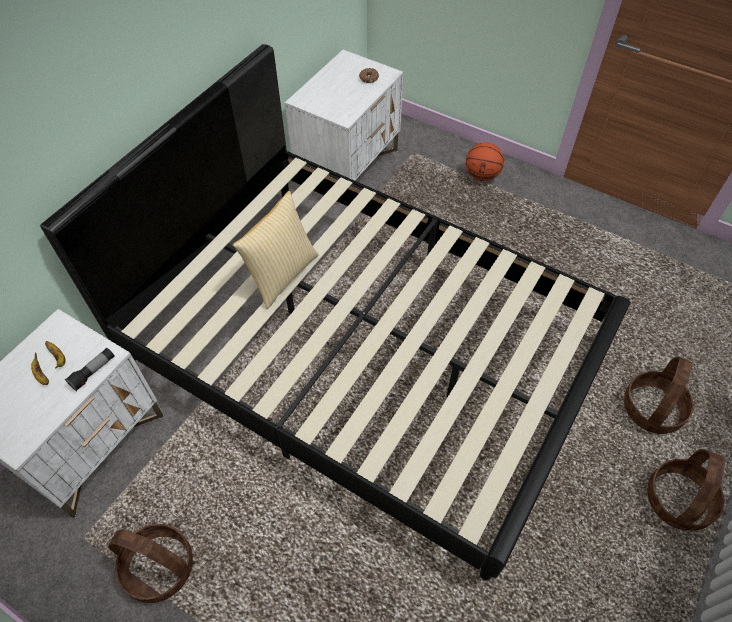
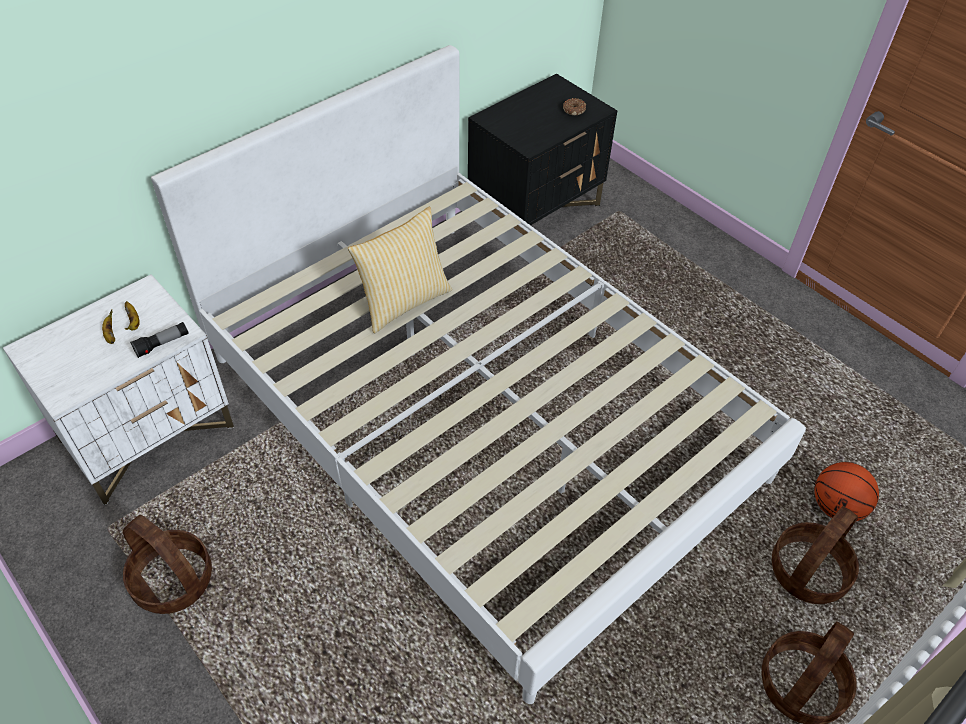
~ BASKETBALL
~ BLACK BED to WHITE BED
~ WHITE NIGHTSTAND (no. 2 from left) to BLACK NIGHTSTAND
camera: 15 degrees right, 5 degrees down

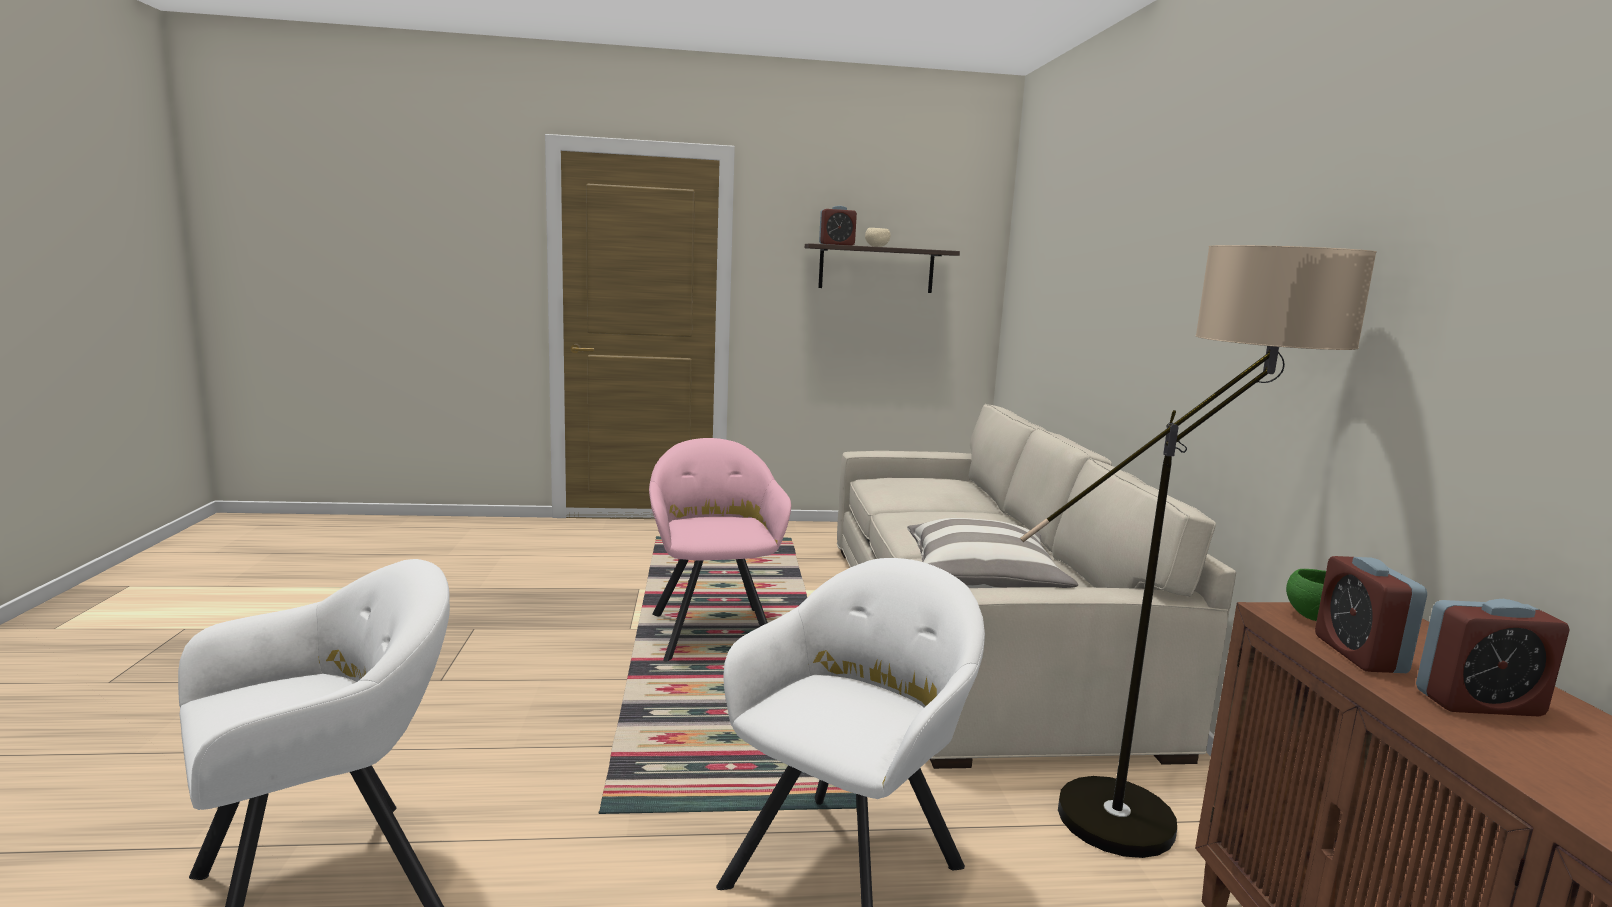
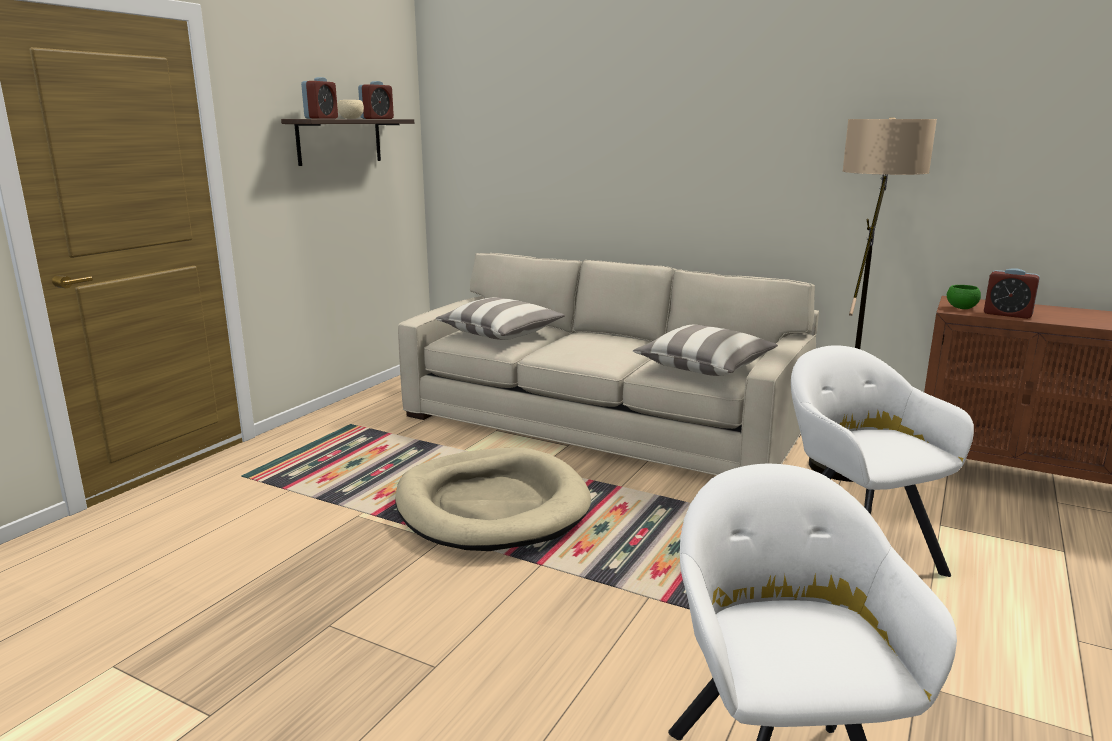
+ PILLOW (no. 1 from left)
~ ALARM CLOCK (no. 3 from left in the first image) to ALARM CLOCK (no. 2 from left)
~ PINK ARMCHAIR to BEIGE DOG BED
camera: 55 degrees left, 5 degrees up

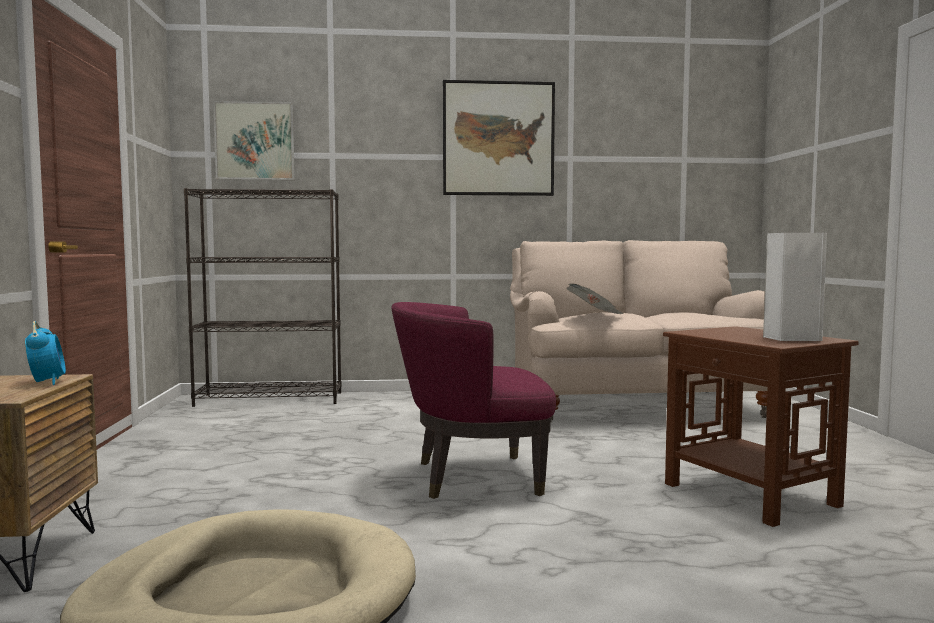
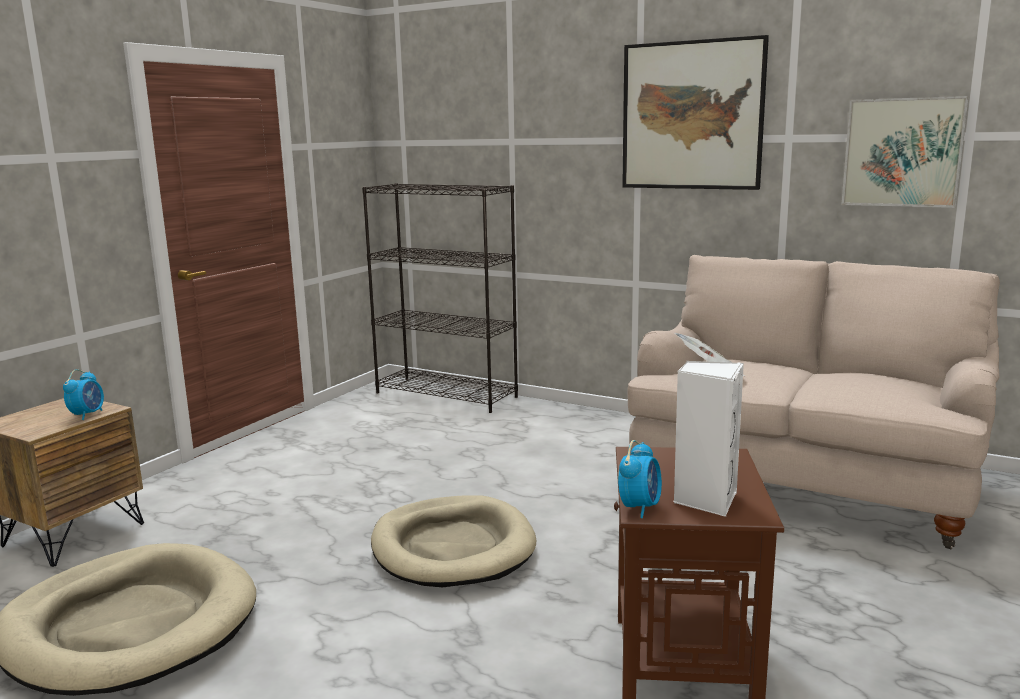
+ ALARM CLOCK (no. 2 from left)
~ PICTURE (no. 1 from left in the first image) to PICTURE (no. 2 from left)
~ PURPLE ARMCHAIR to BEIGE DOG BED (no. 2 from left)
camera: 35 degrees right, 10 degrees up

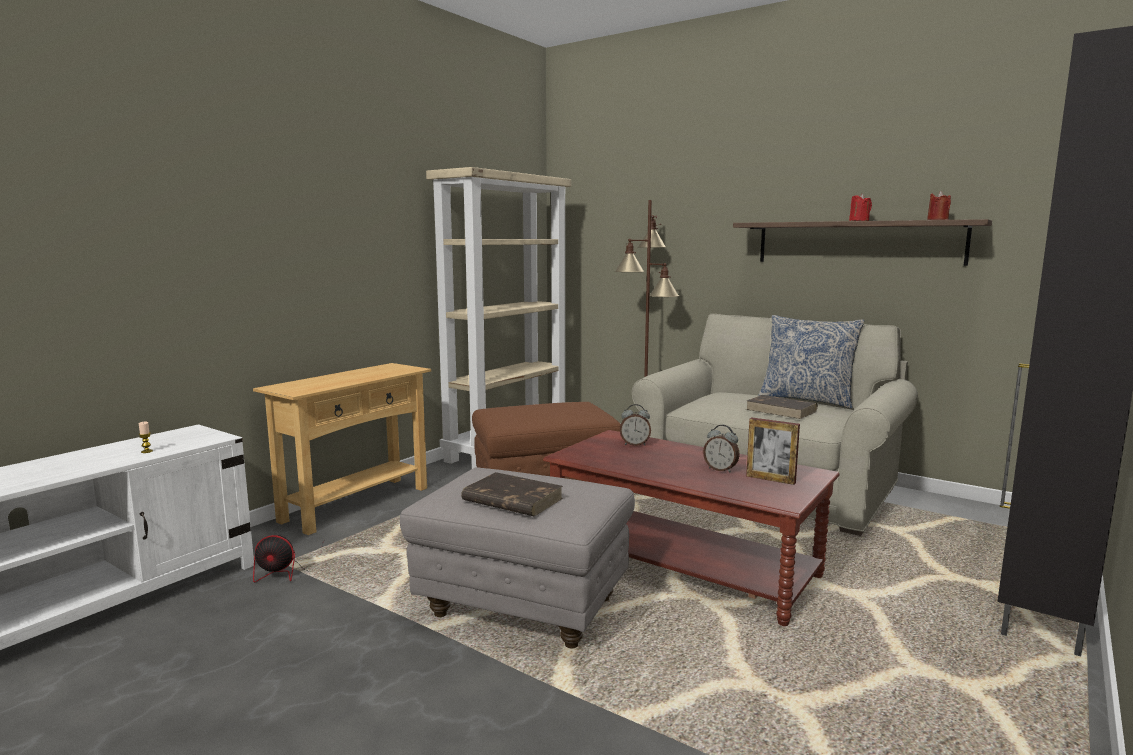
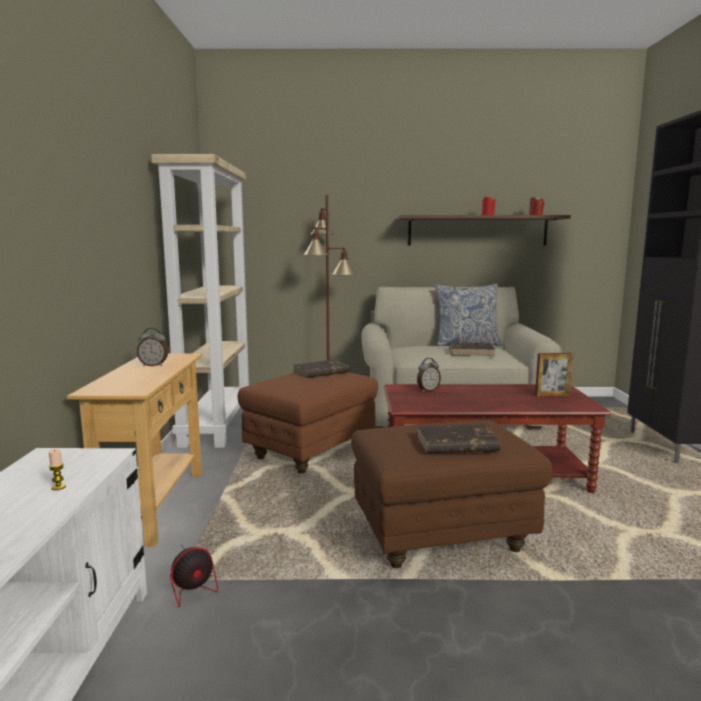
+ BROWN BOOK (no. 1 from left)
~ ALARM CLOCK (no. 2 from left in the first image) to ALARM CLOCK (no. 1 from left)
~ GREY OTTOMAN to BROWN OTTOMAN (no. 2 from left)
camera: 35 degrees left, 0 degrees up

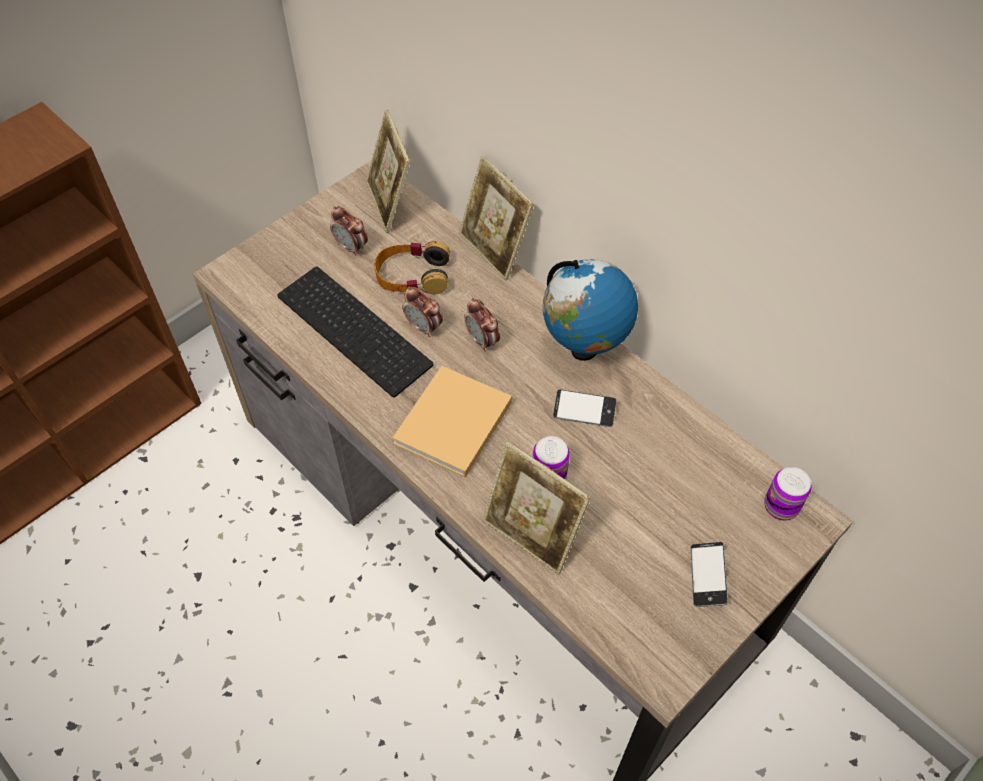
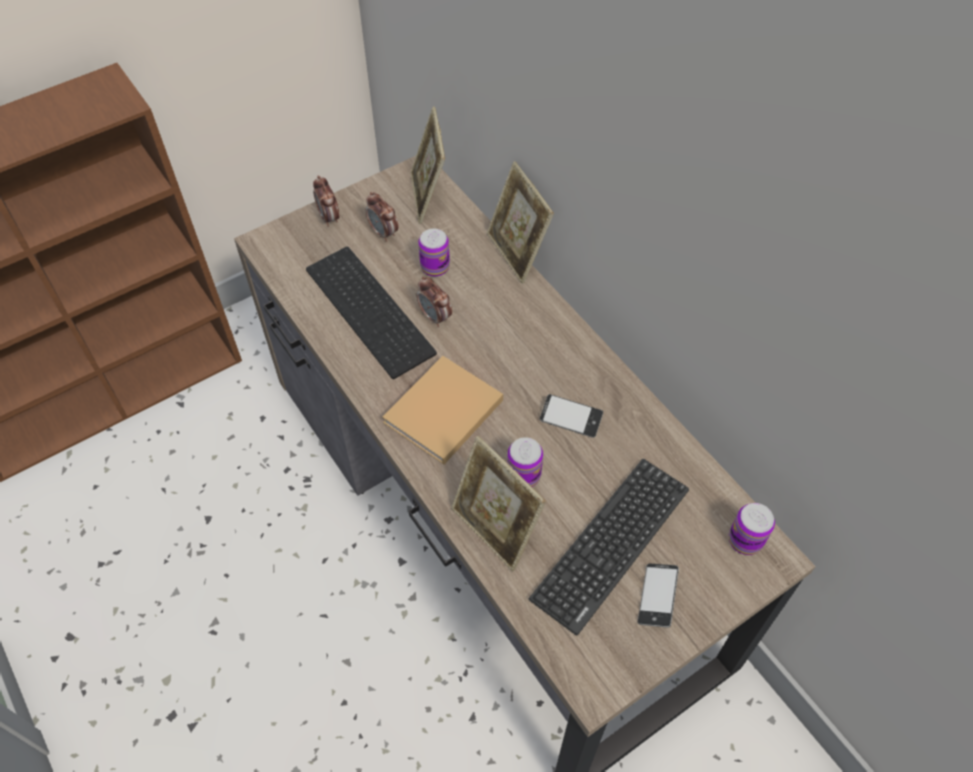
- GLOBE
+ KEYBOARD (no. 2 from left)
~ ALARM CLOCK (no. 3 from left in the first image) to ALARM CLOCK (no. 1 from left)
~ HEADPHONES to CAN (no. 1 from left)
camera: 10 degrees right, 0 degrees up

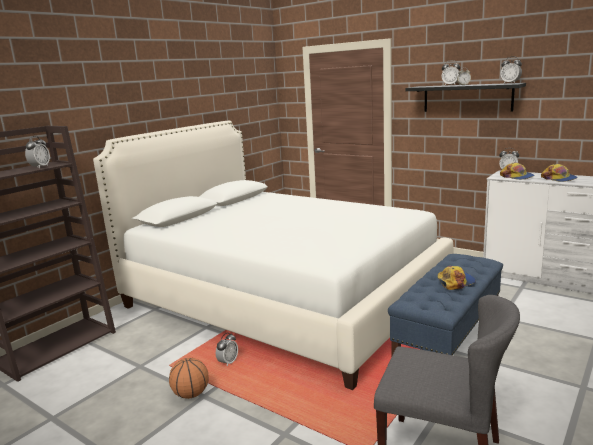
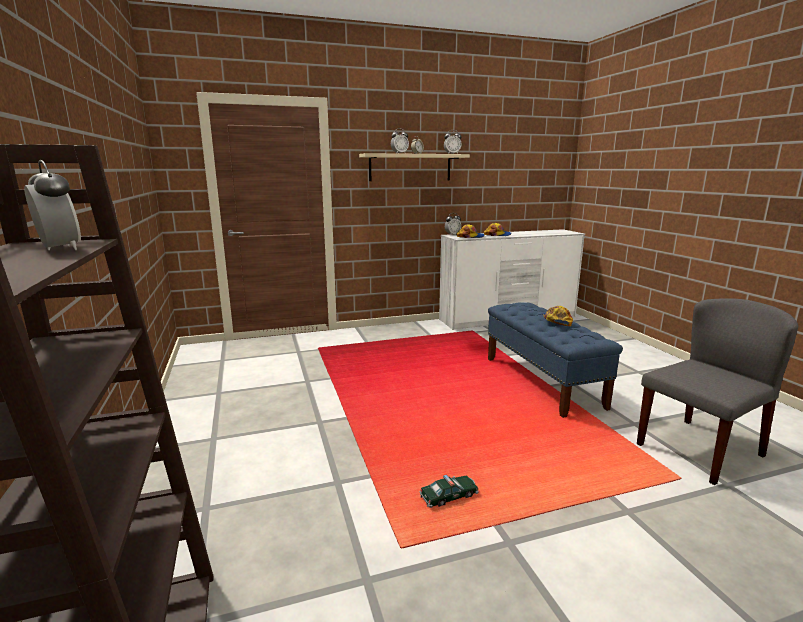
- WHITE BED
- BASKETBALL
~ ALARM CLOCK (no. 2 from left) to TOY CAR
~ BLACK SHELF to BEIGE SHELF
camera: 55 degrees left, 0 degrees up

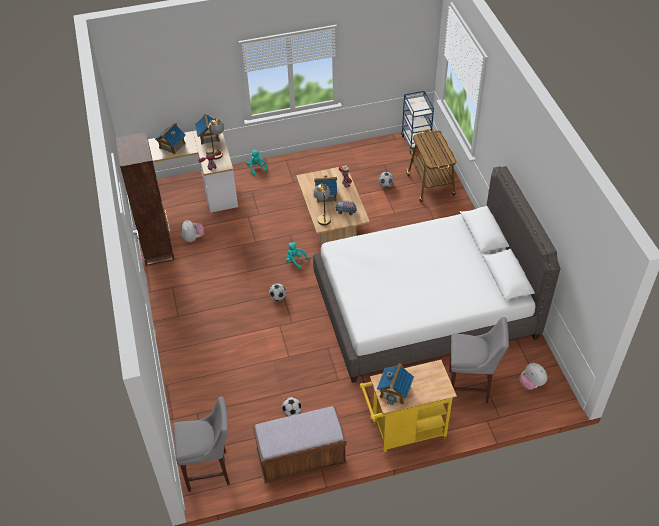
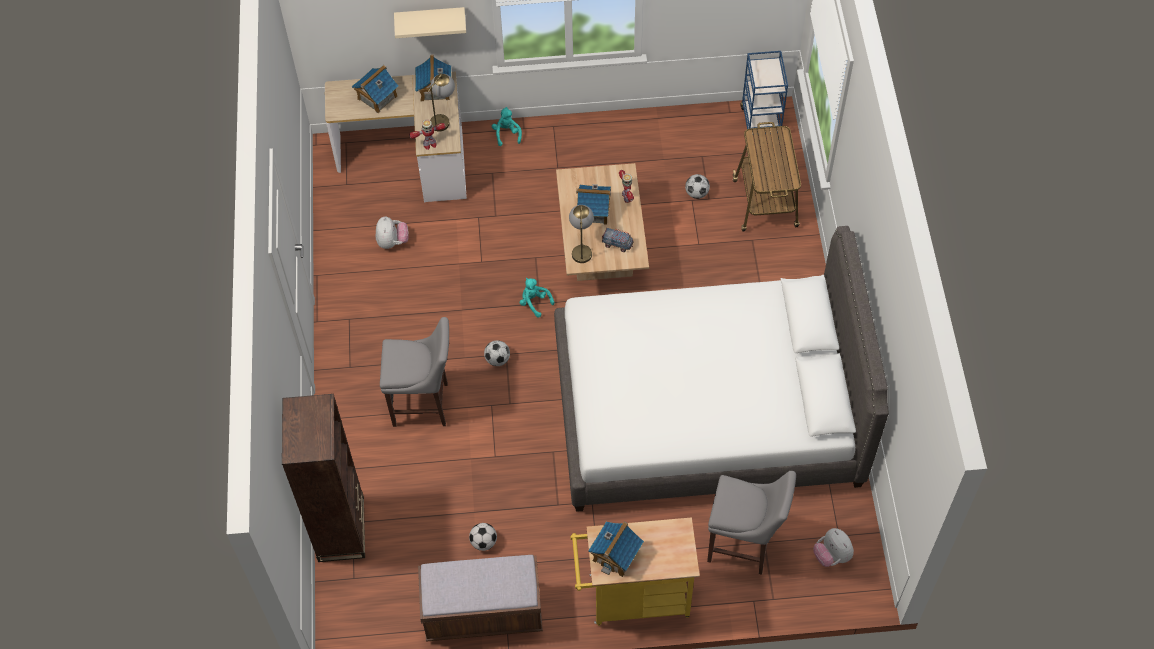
+ BEIGE SHELF
~ BROWN BOOKCASE
~ GREY STOOL (no. 1 from left)
camera: 10 degrees right, 10 degrees up

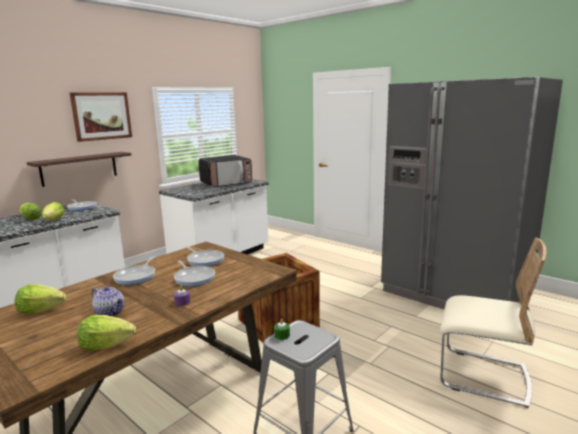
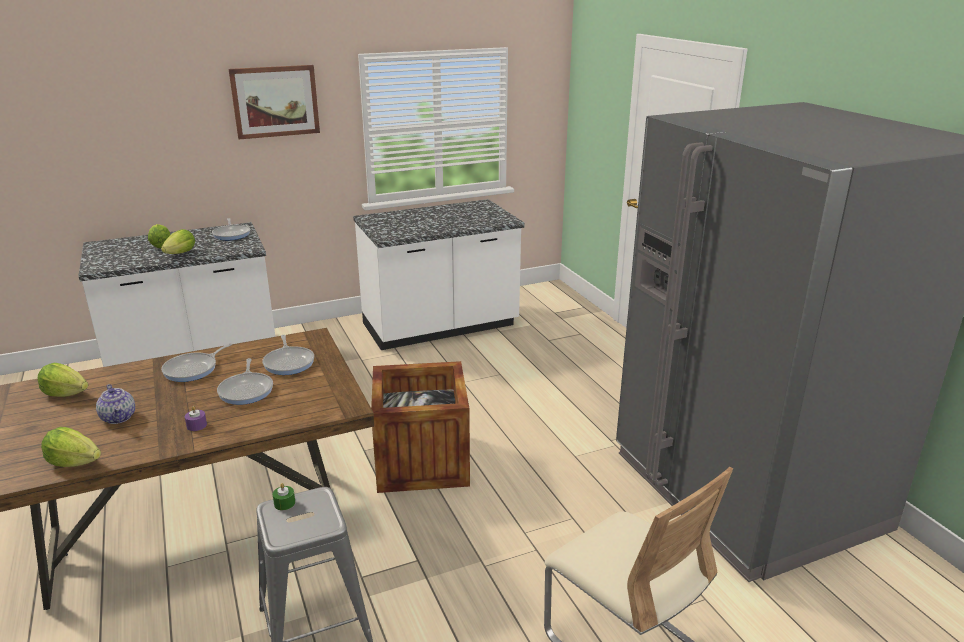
- SHELF
- MICROWAVE
camera: 25 degrees right, 10 degrees up

